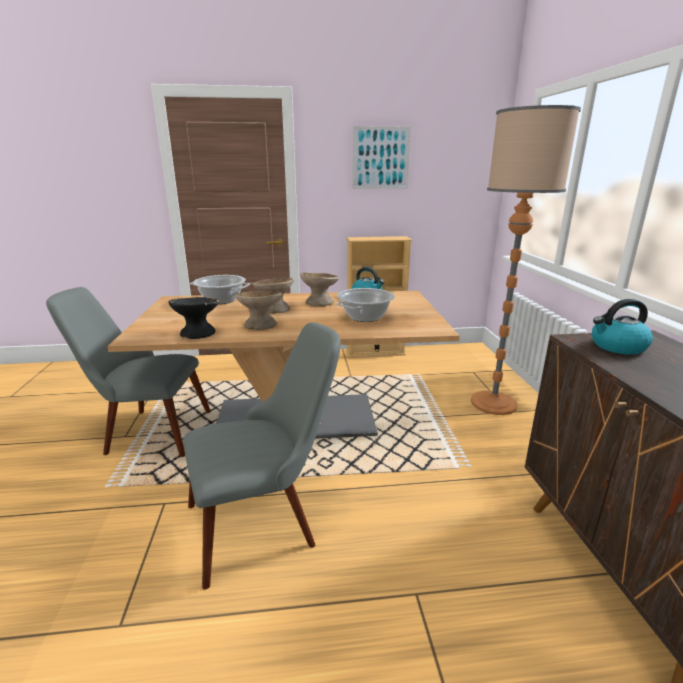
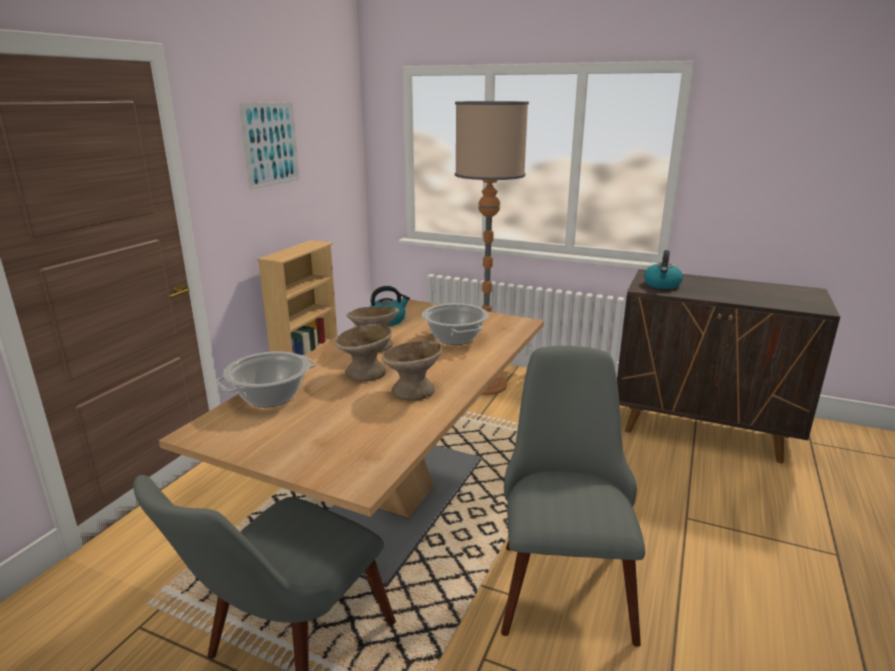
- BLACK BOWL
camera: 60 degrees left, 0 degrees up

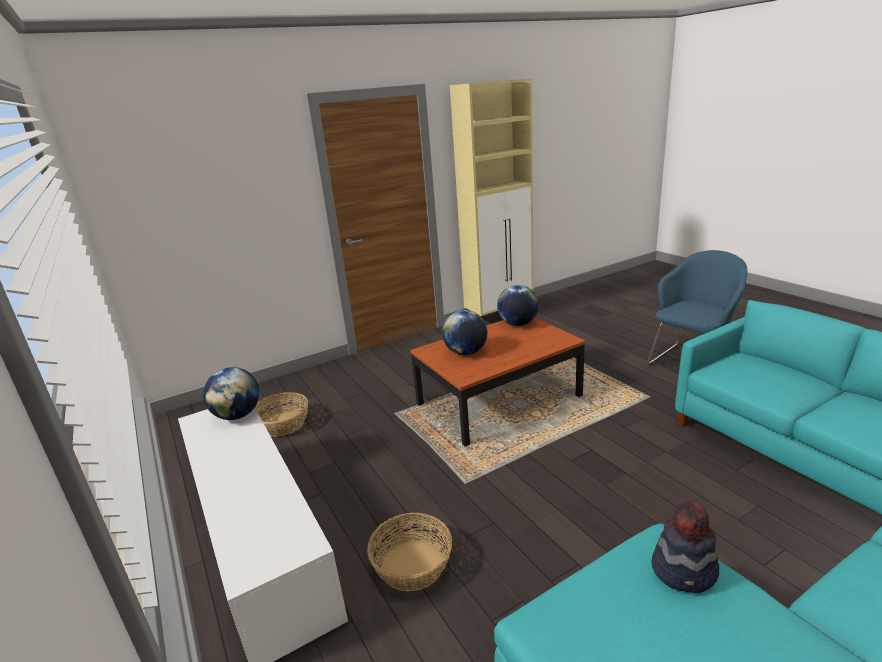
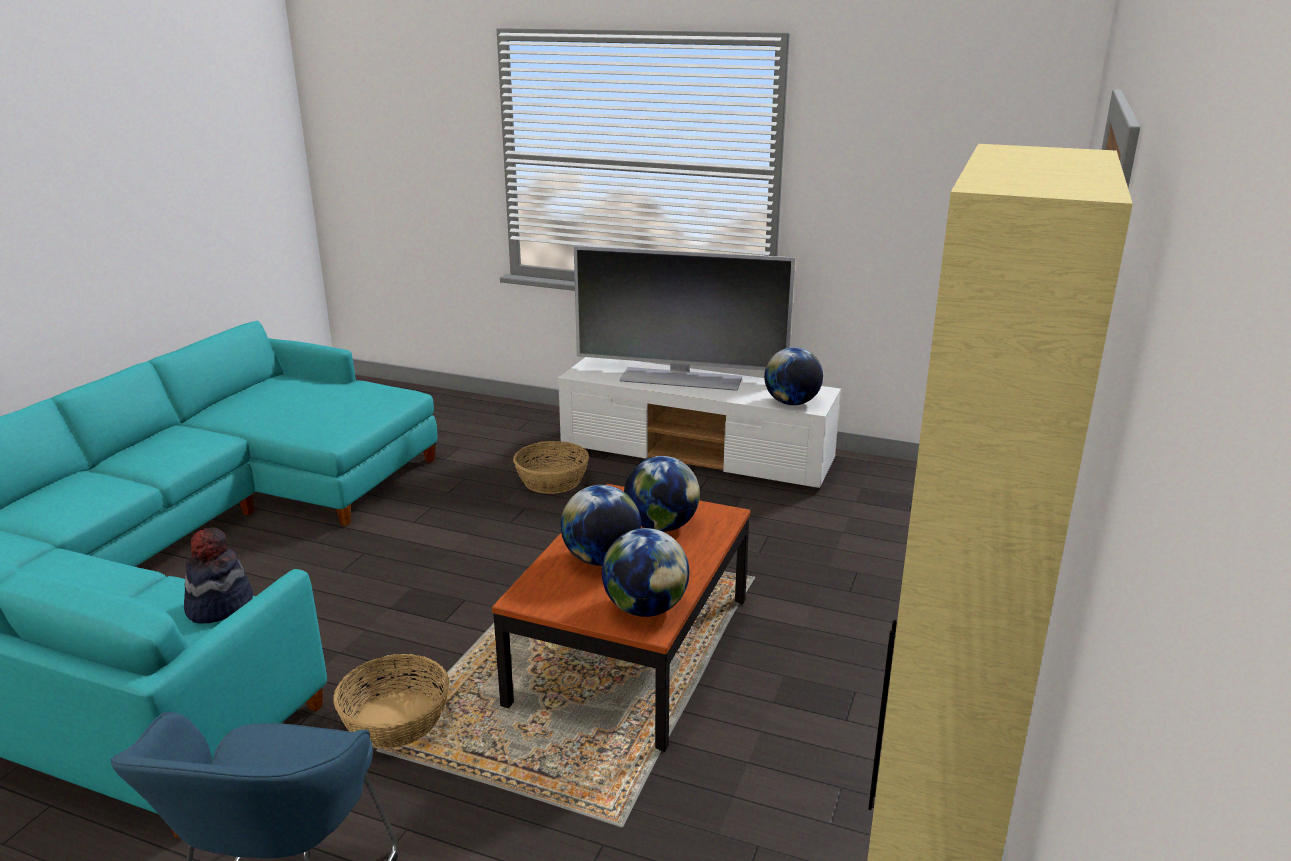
+ GLOBE (no. 1 from left)
+ TELEVISION
~ BASKET (no. 1 from left)
~ HAT
camera: 140 degrees right, 0 degrees up

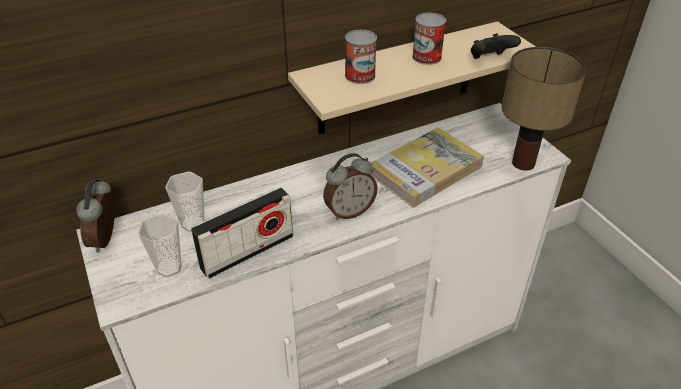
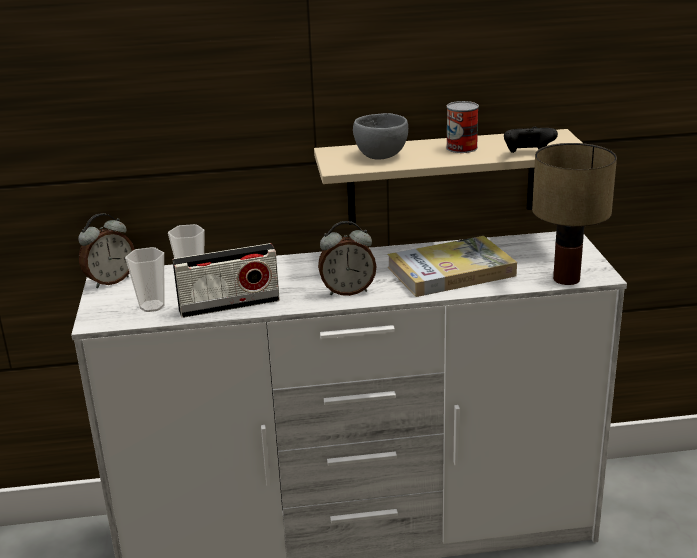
~ CAN (no. 1 from left) to GREY BOWL
~ ALARM CLOCK (no. 1 from left) 150 degrees counterclockwise
camera: 20 degrees right, 15 degrees down

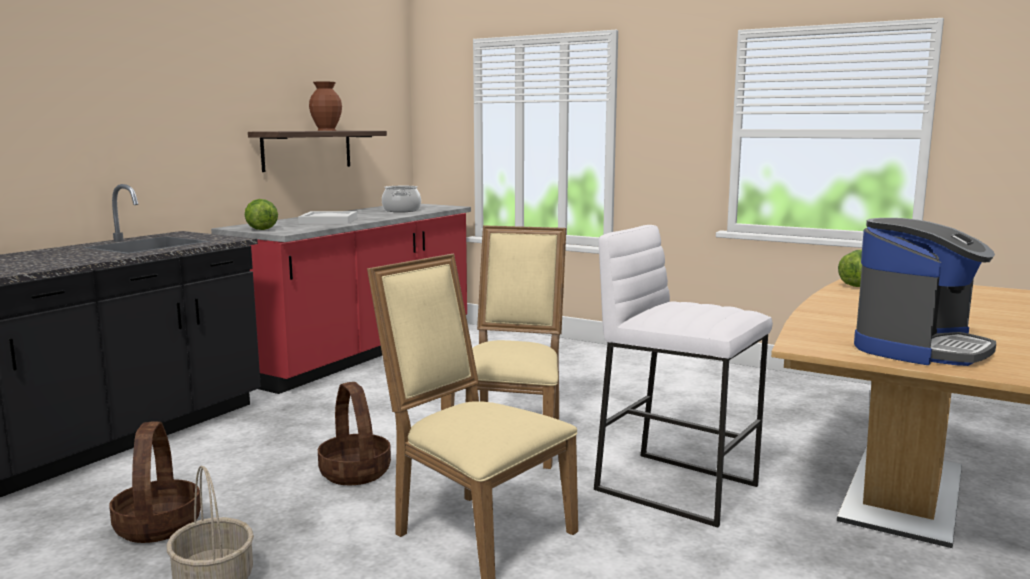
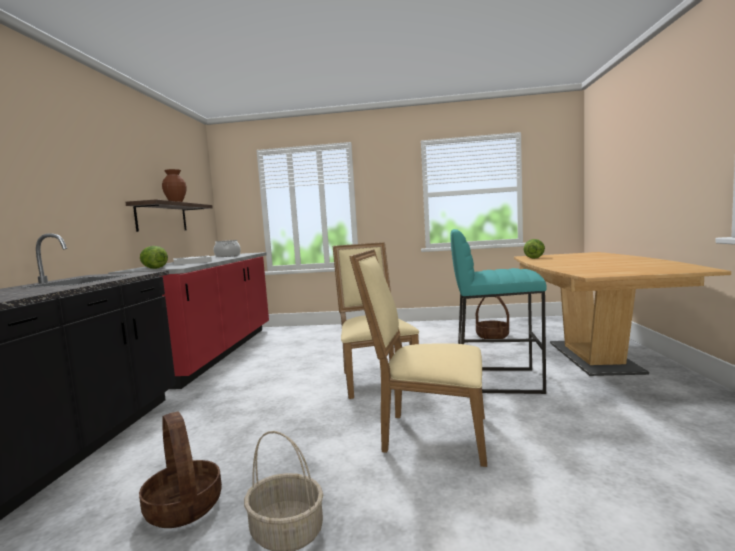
- COFFEE MACHINE
~ BASKET (no. 3 from left)
~ WHITE STOOL to TURQUOISE STOOL
camera: 25 degrees left, 5 degrees down

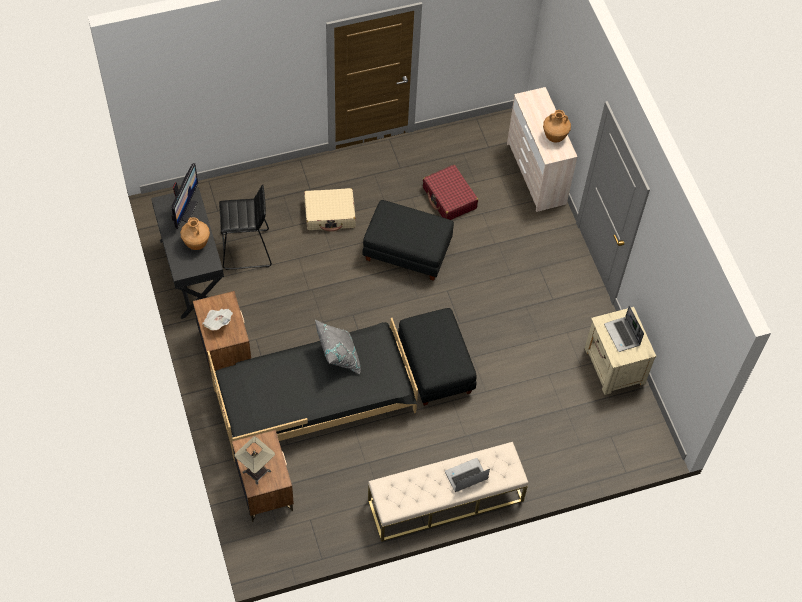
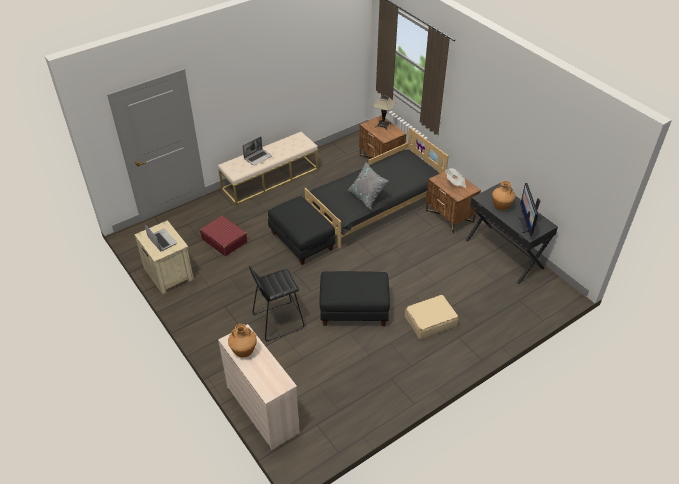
~ BLACK STOOL
~ RED SUITCASE
camera: 165 degrees right, 15 degrees down

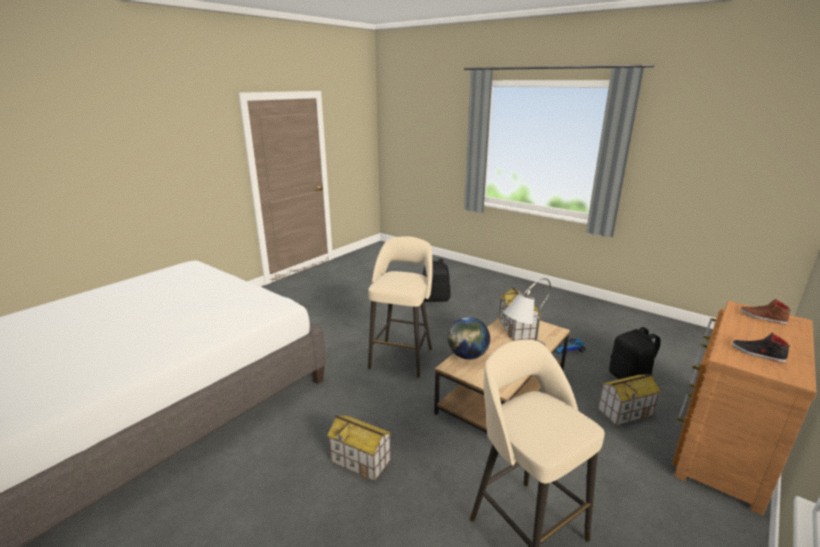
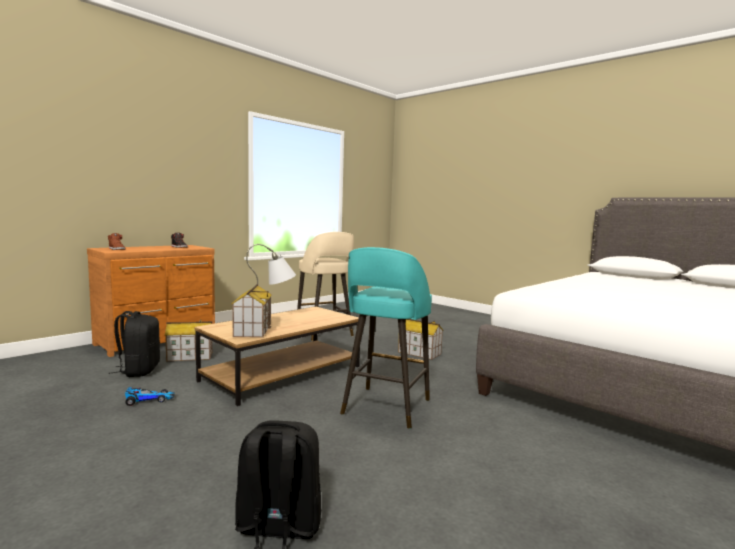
- GLOBE
~ BEIGE STOOL (no. 1 from left) to TURQUOISE STOOL
camera: 175 degrees left, 15 degrees down

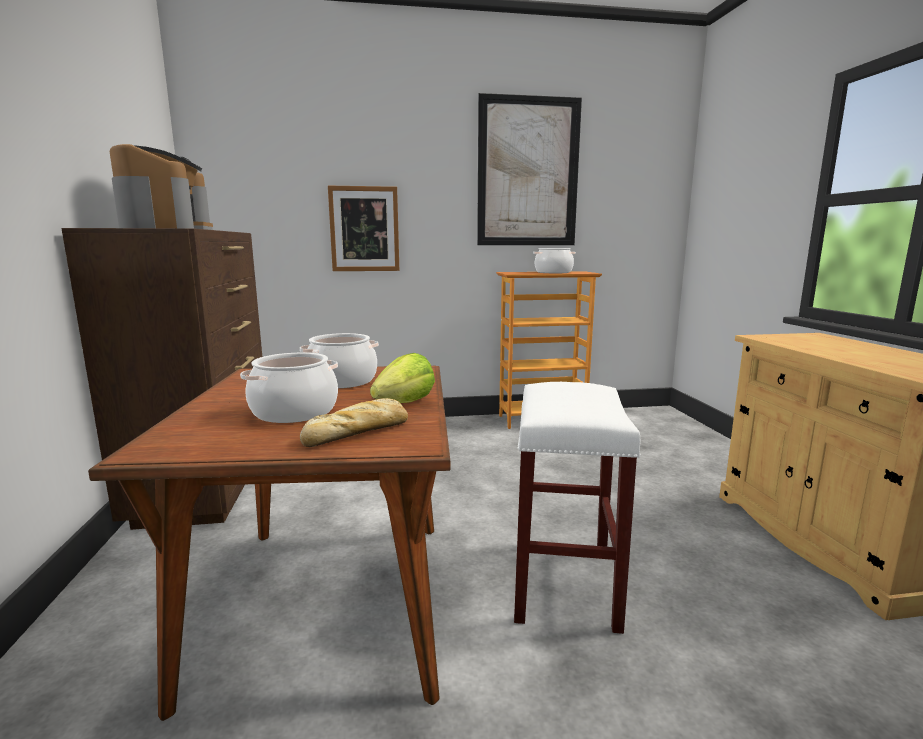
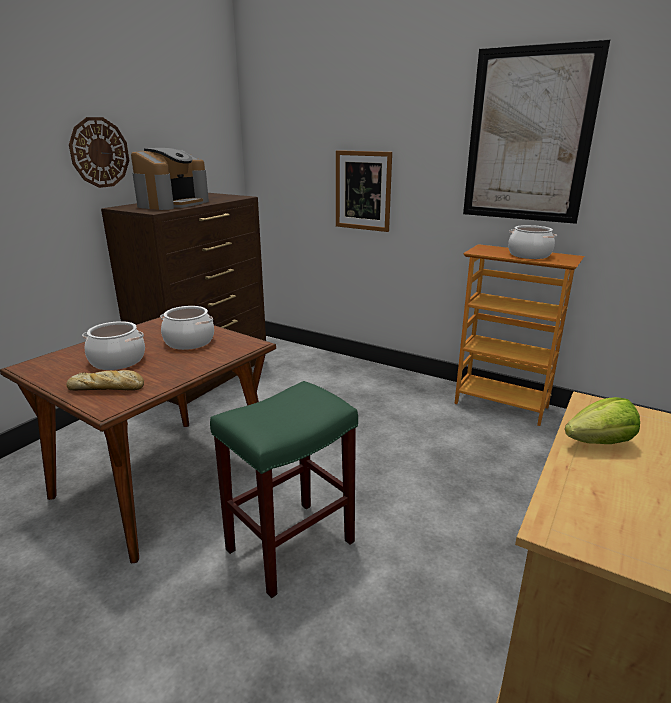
+ WALL CLOCK
~ LETTUCE
~ WHITE STOOL to GREEN STOOL
camera: 40 degrees right, 10 degrees up

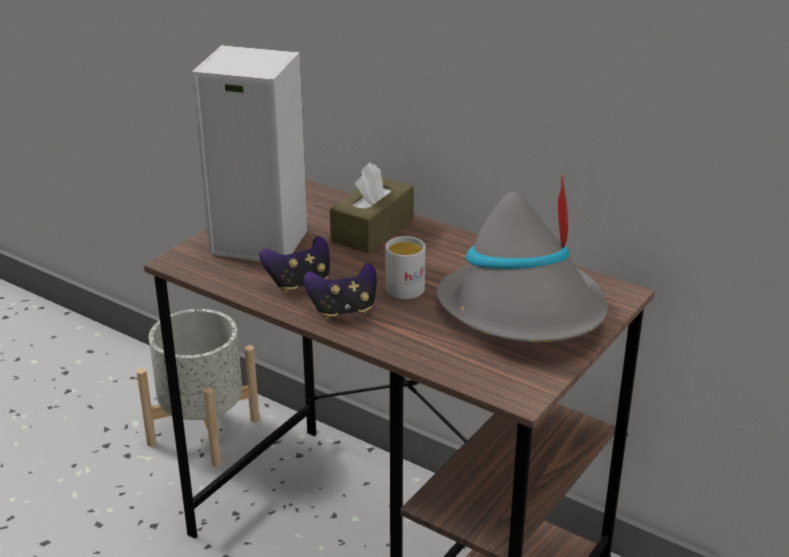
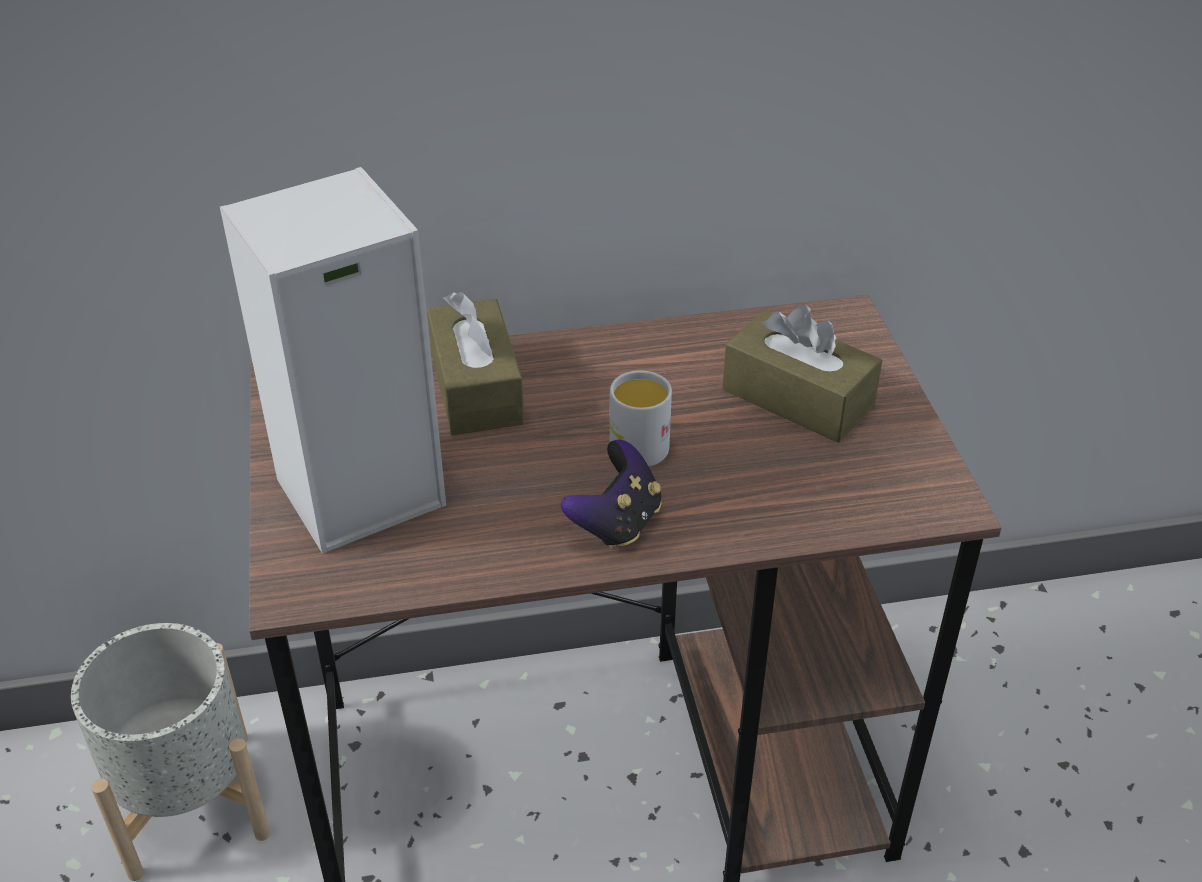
- GAME CONTROLLER (no. 1 from left)
~ GREY HAT to BROWN TISSUE BOX (no. 2 from left)
camera: 45 degrees left, 10 degrees up

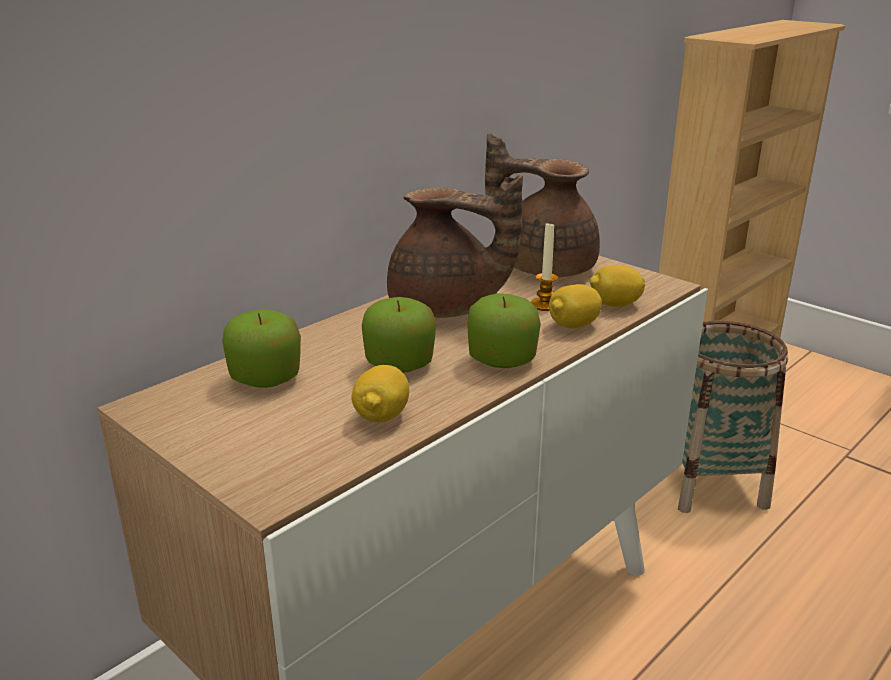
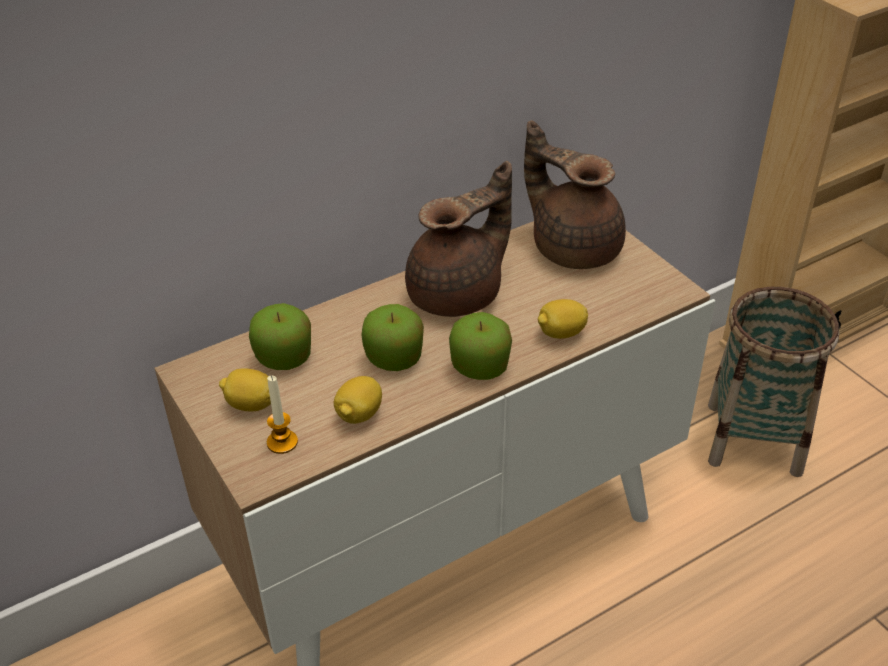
~ CANDLE
~ LEMON (no. 3 from left in the first image) to LEMON (no. 1 from left)
~ BROWN TEAPOT (no. 1 from left) 75 degrees counterclockwise
camera: 15 degrees right, 15 degrees up

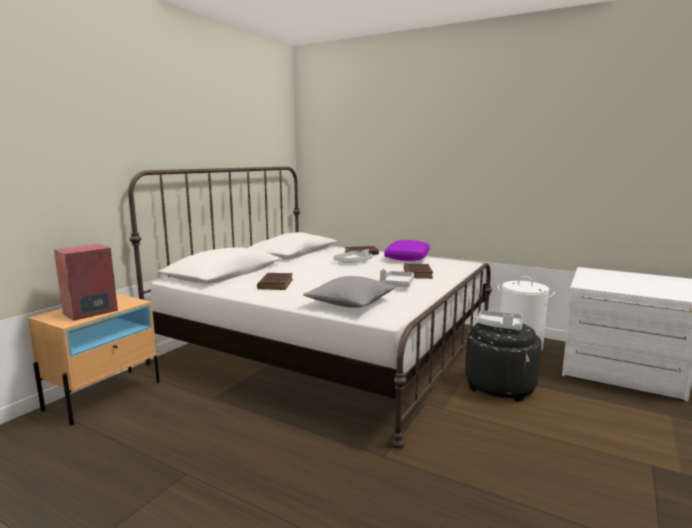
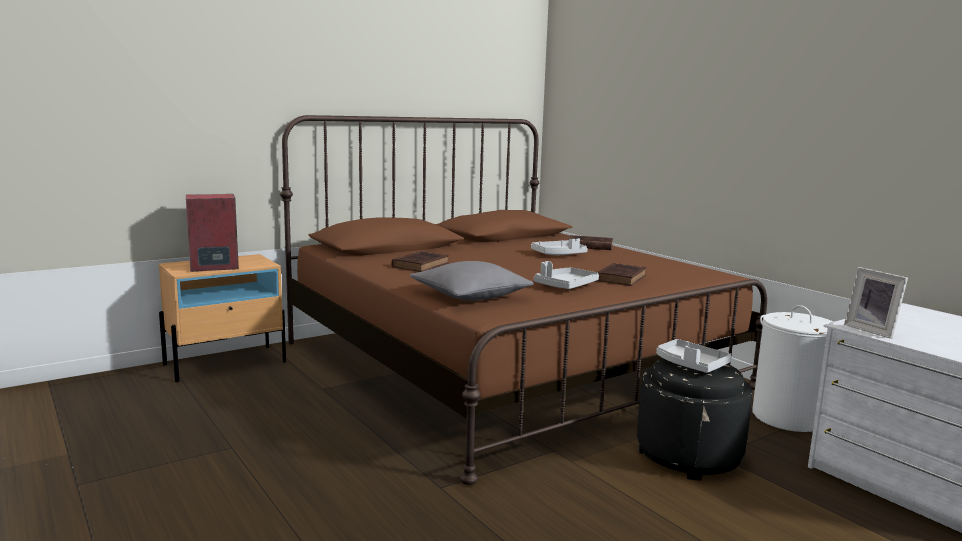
- PURPLE PILLOW
+ PICTURE FRAME
~ WHITE BED to BROWN BED
camera: 25 degrees right, 0 degrees up

